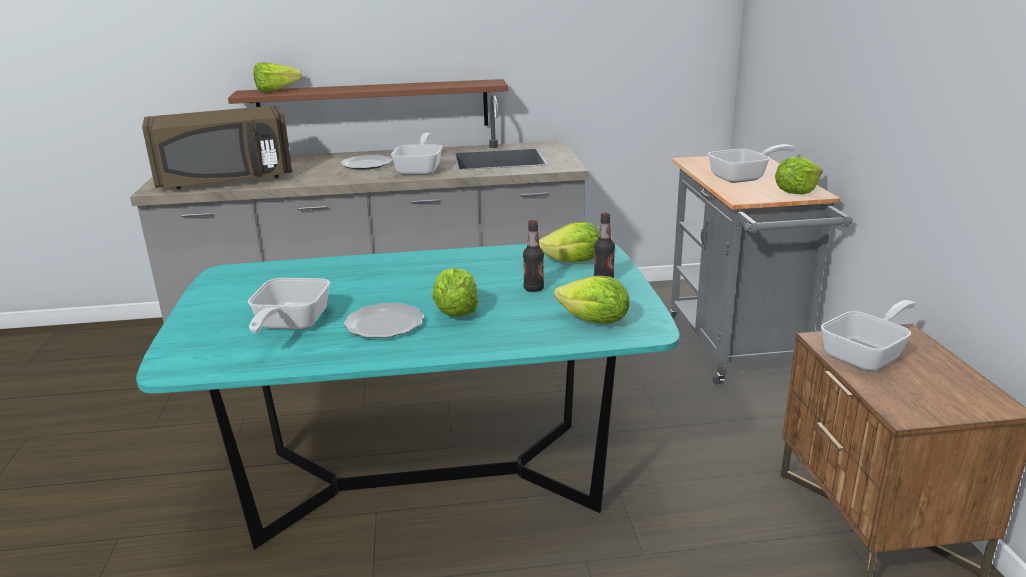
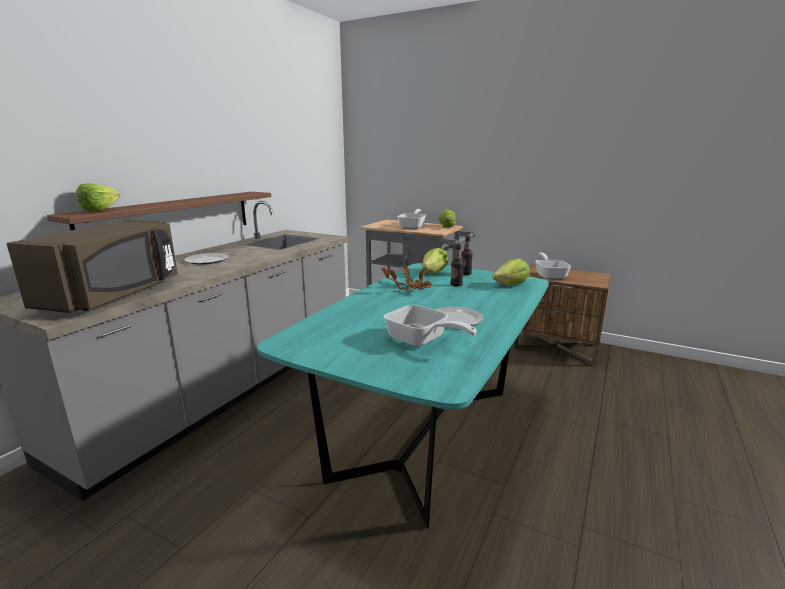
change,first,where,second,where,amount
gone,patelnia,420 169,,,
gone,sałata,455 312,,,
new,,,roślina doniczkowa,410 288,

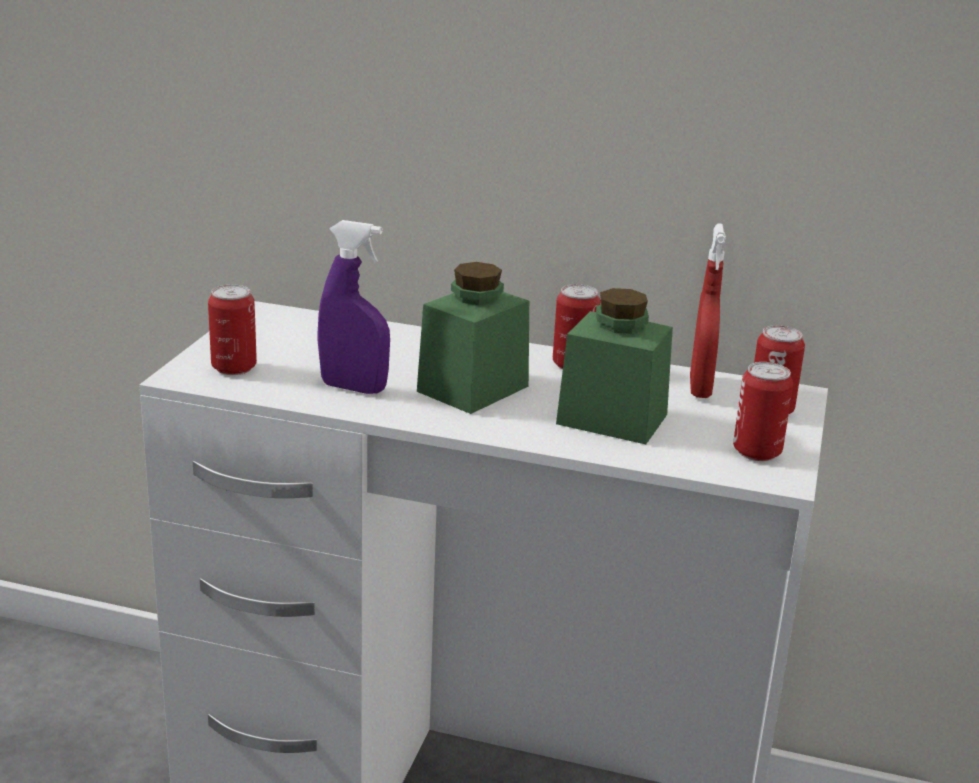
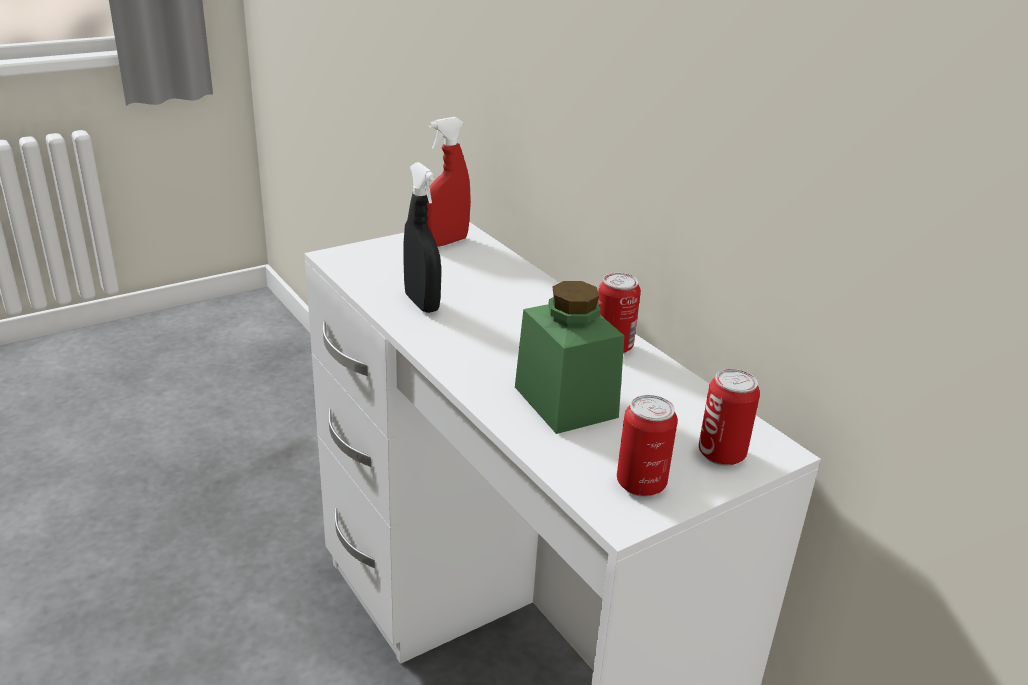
change,first,where,second,where,amount
gone,puszka,234 368,,,
repainted,spryskiwacz/fioletowy,353 388,spryskiwacz/czarny,422 303,
gone,słoik/zielony,473 389,,,
shifted,spryskiwacz/czerwony,700 388,,446 242,

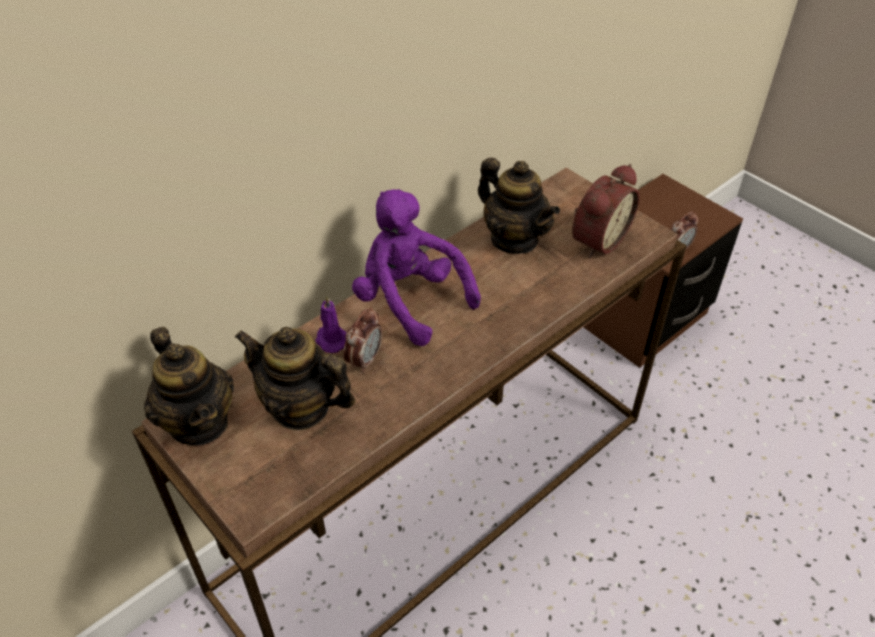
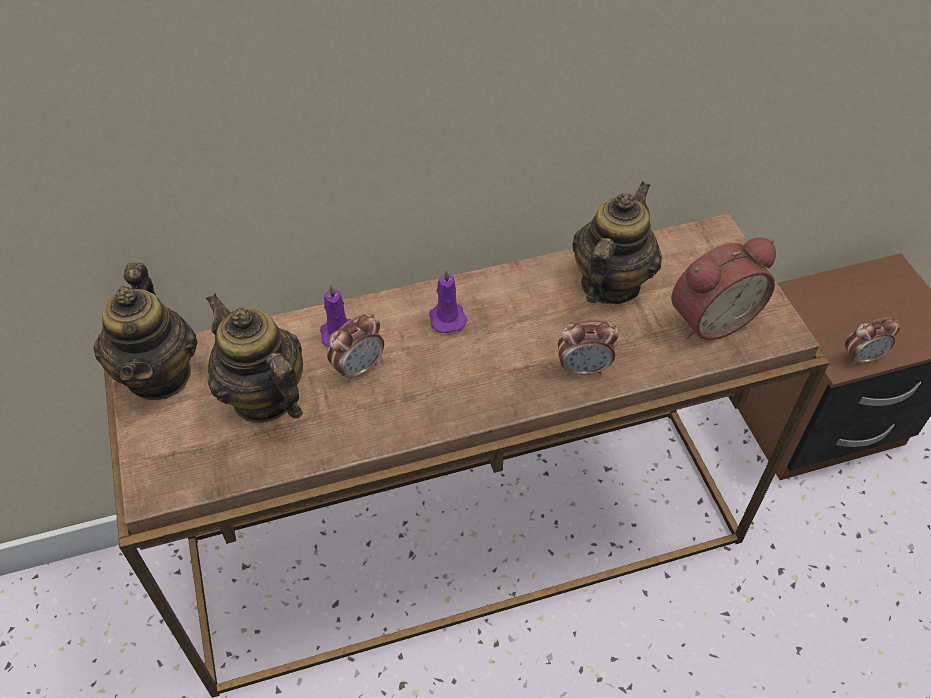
change,first,where,second,where,amount
swapped,pluszak/fioletowy,409 300,świeca/fioletowy,447 317,
rotated,imbryk,514 239,,609 284,135 degrees counterclockwise
new,,,budzik,583 369,

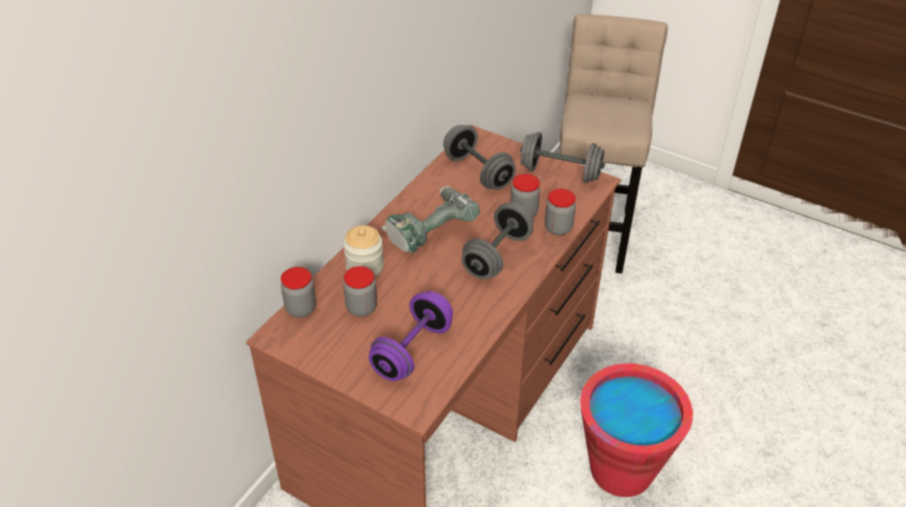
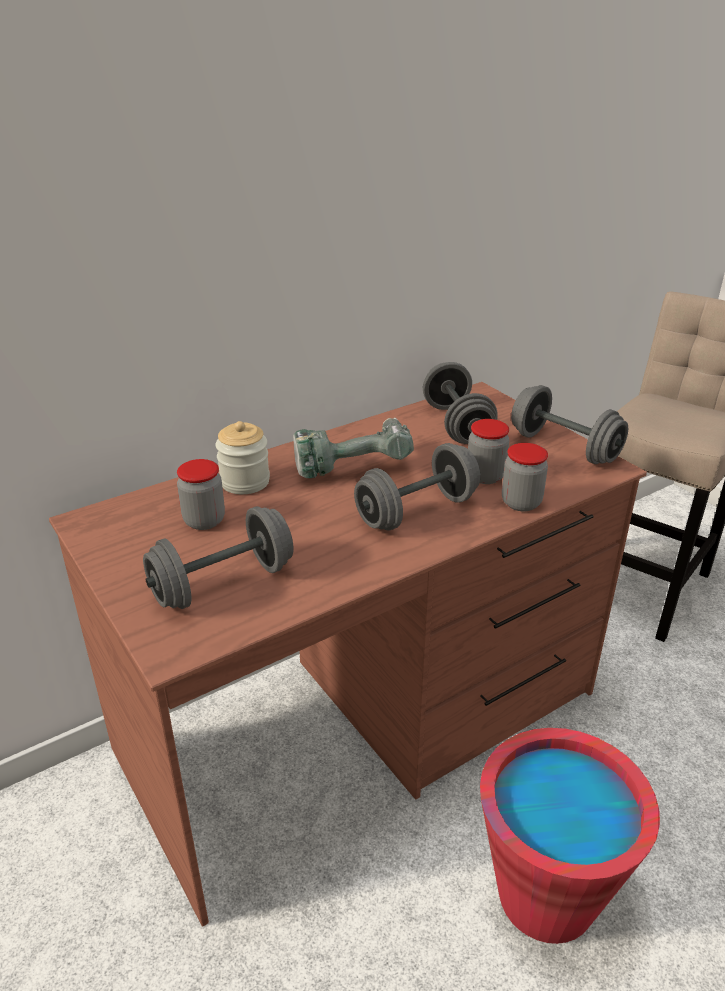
change,first,where,second,where,amount
gone,słoik,301 309,,,
repainted,hantel/fioletowy,412 351,hantel/szary,223 583,

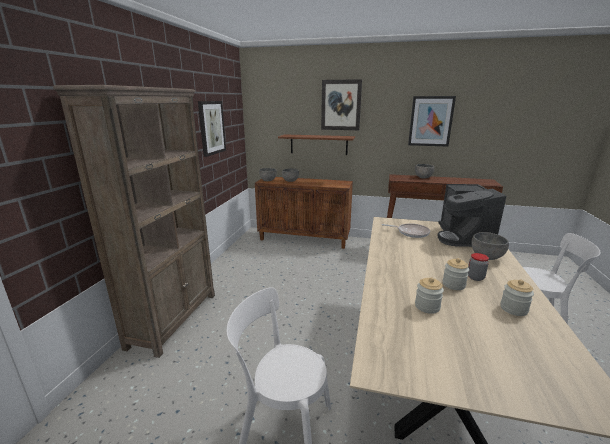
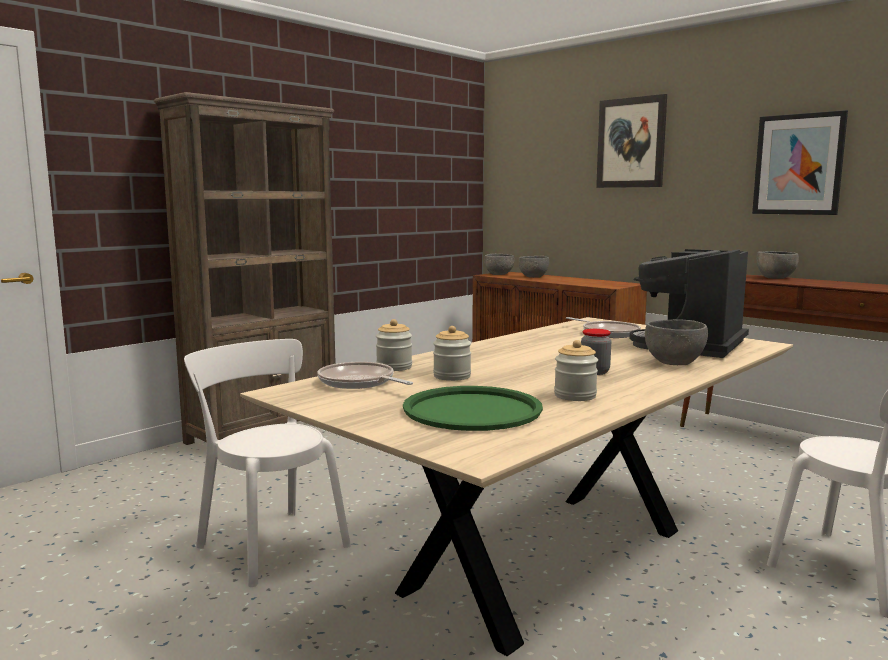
change,first,where,second,where,amount
gone,obraz,211 128,,,
gone,półka/brązowy,318 144,,,
shifted,słoik,453 285,,394 367,
new,,,patelnia,359 382,
new,,,taca/zielony,472 410,

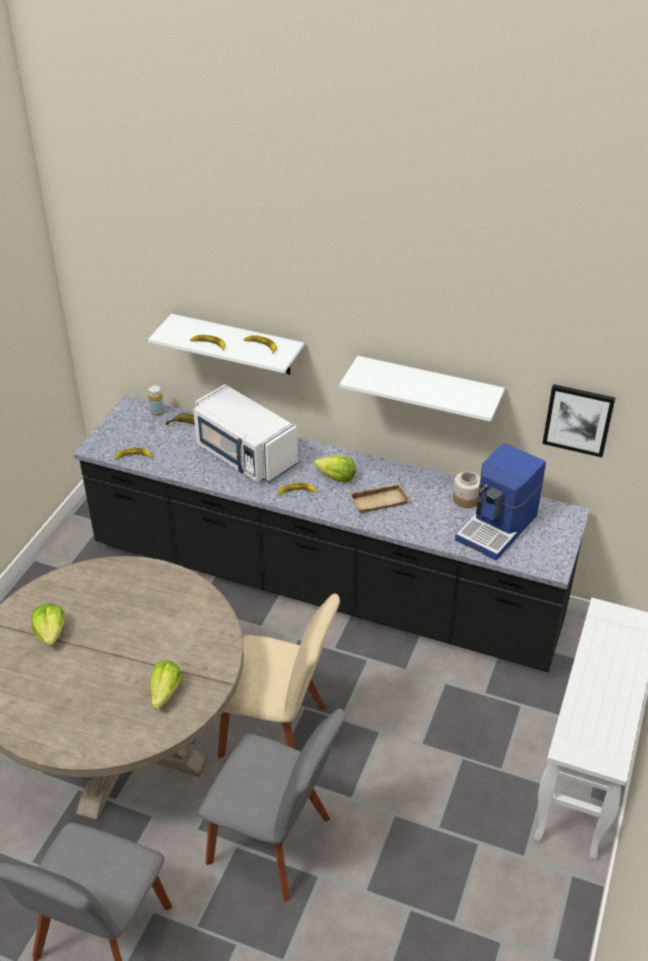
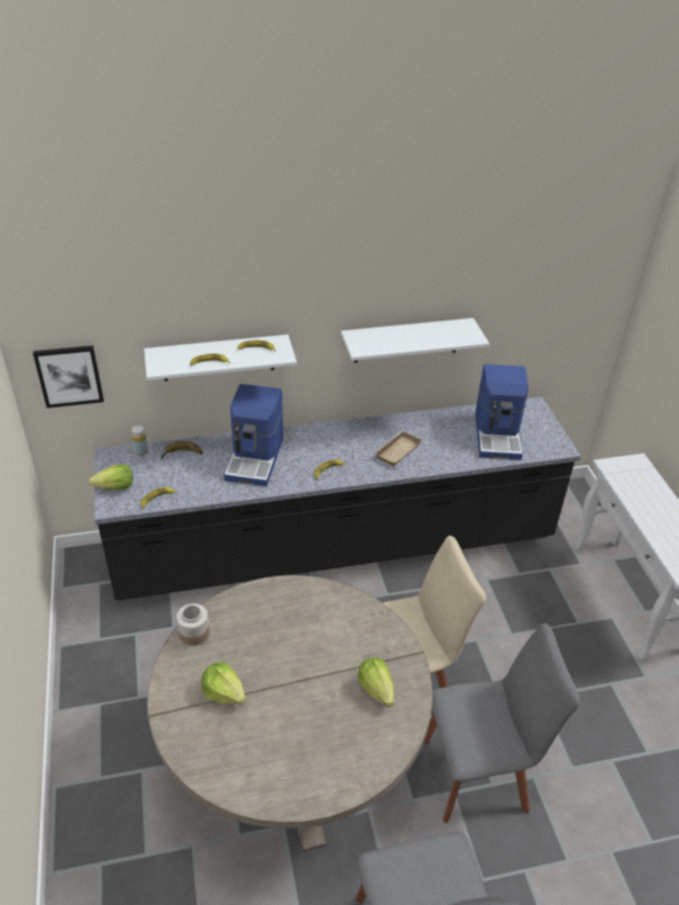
change,first,where,second,where,amount
swapped,mikrofalówka/biały,244 456,ekspres do kawy,256 458,
shifted,sałata,336 478,,115 487,
shifted,słoik,466 499,,194 633,
shifted,obraz,578 419,,69 375,

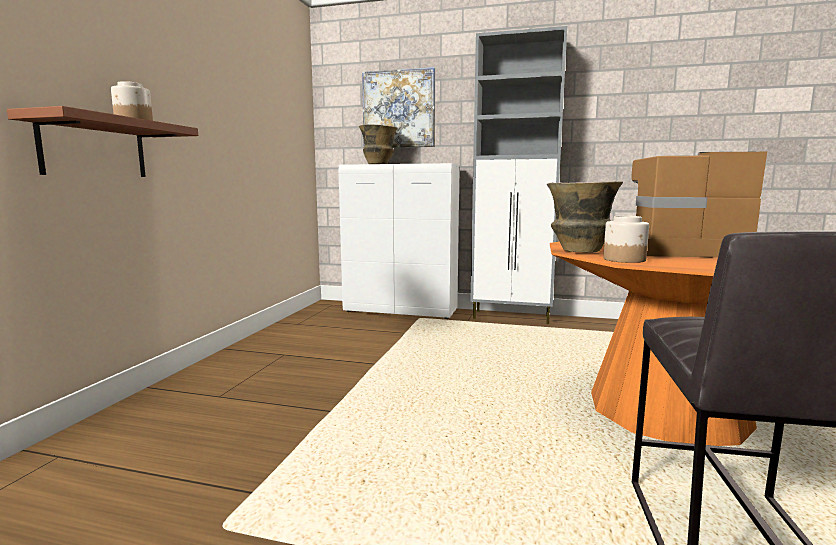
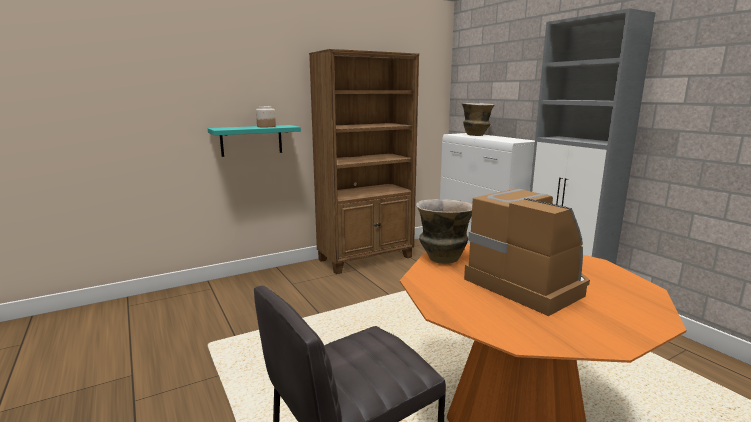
change,first,where,second,where,amount
repainted,półka/brązowy,94 148,półka/turkusowy,251 140,
gone,obraz,399 109,,,
gone,słoik,624 259,,,
new,,,regał/brązowy,366 258,

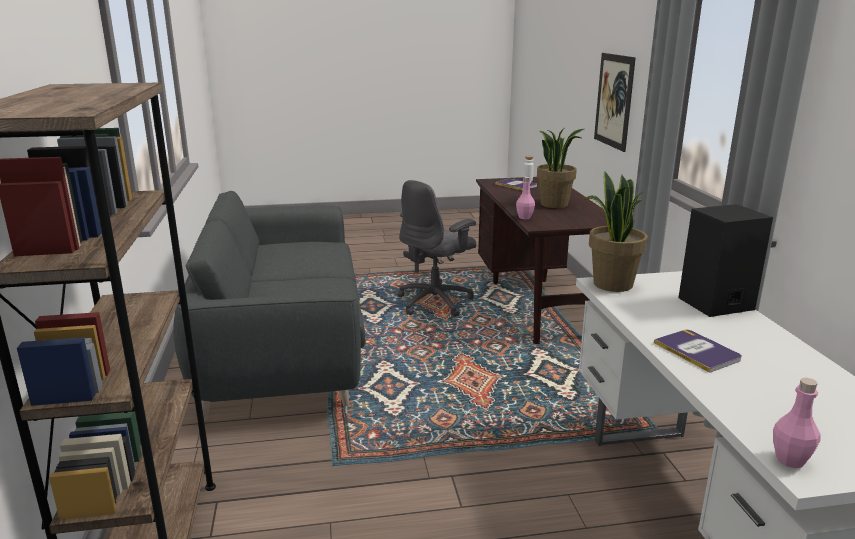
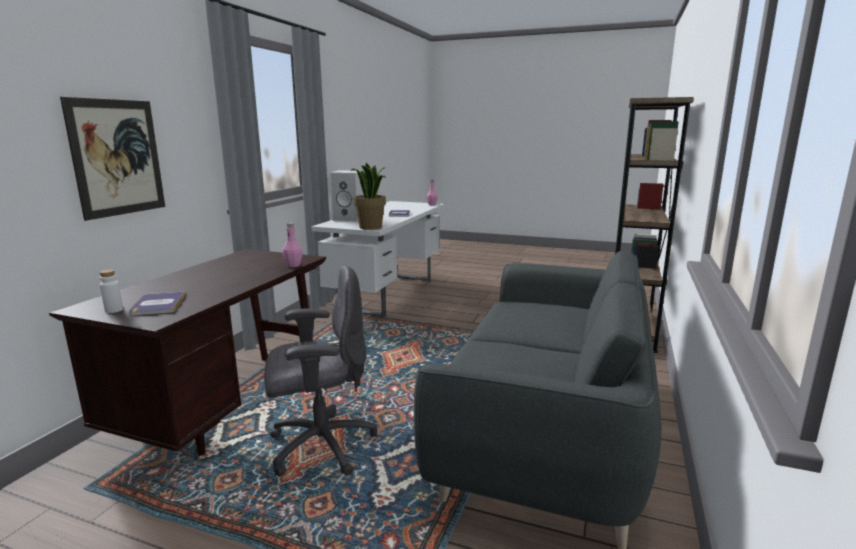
change,first,where,second,where,amount
gone,roślina doniczkowa,554 204,,,
repainted,głośnik/czarny,715 304,głośnik/biały,350 219,

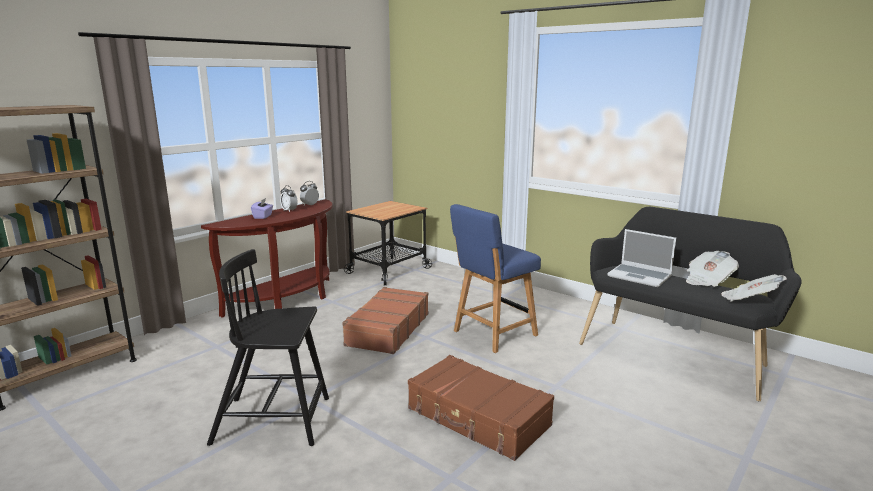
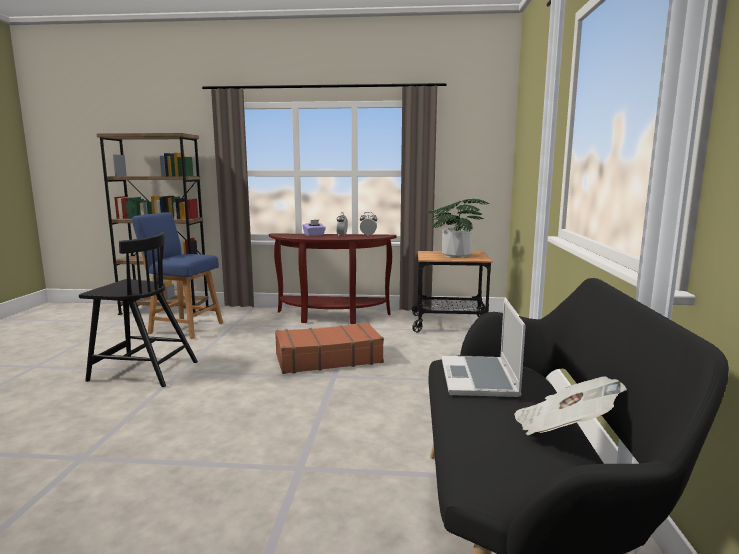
change,first,where,second,where,amount
rotated,krzesło/czarny,274 420,,142 371,135 degrees clockwise
gone,walizka/brązowy,478 418,,,
shifted,krzesło/niebieski,492 334,,183 328,
gone,gazeta,749 301,,,
new,,,roślina doniczkowa,456 256,

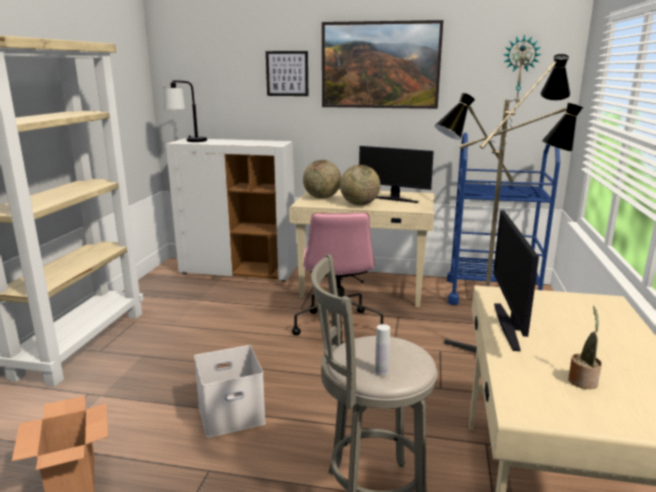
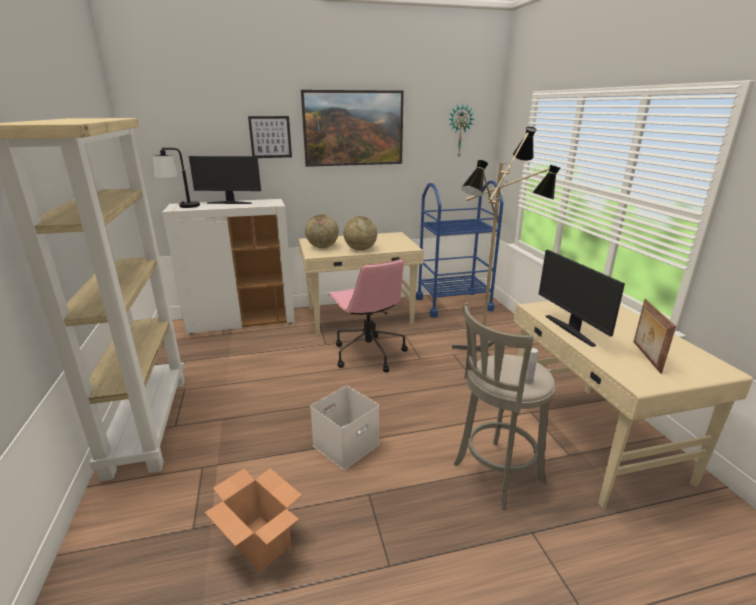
change,first,where,second,where,amount
shifted,monitor,394 199,,229 203,
swapped,roślina doniczkowa,582 380,ramka na zdjęcie,645 356,

